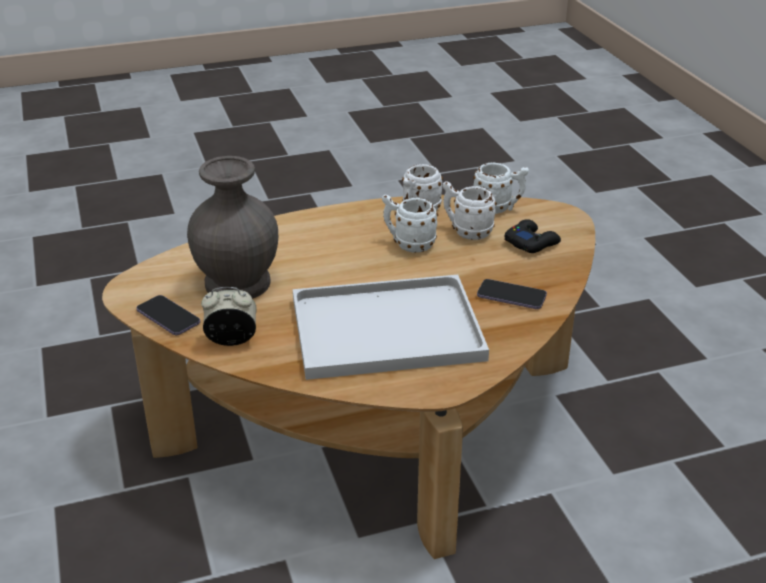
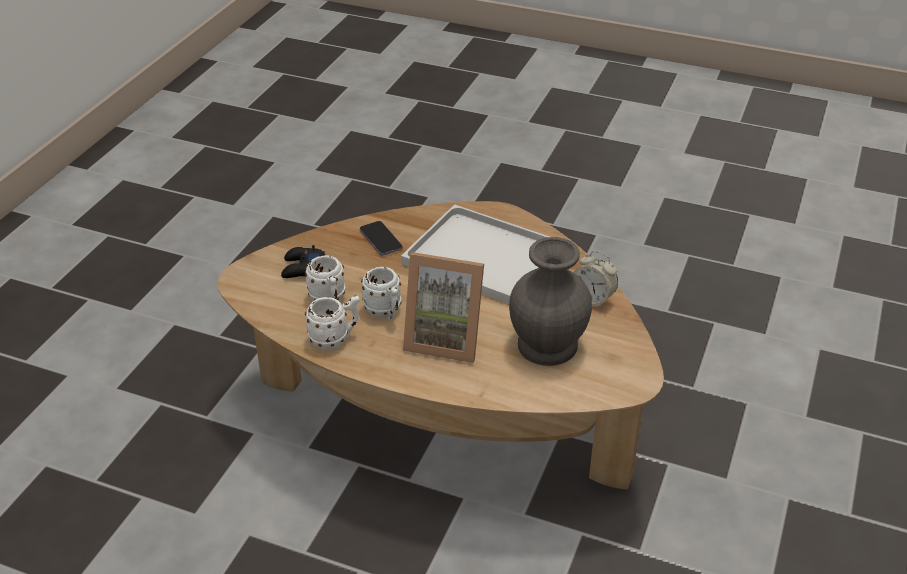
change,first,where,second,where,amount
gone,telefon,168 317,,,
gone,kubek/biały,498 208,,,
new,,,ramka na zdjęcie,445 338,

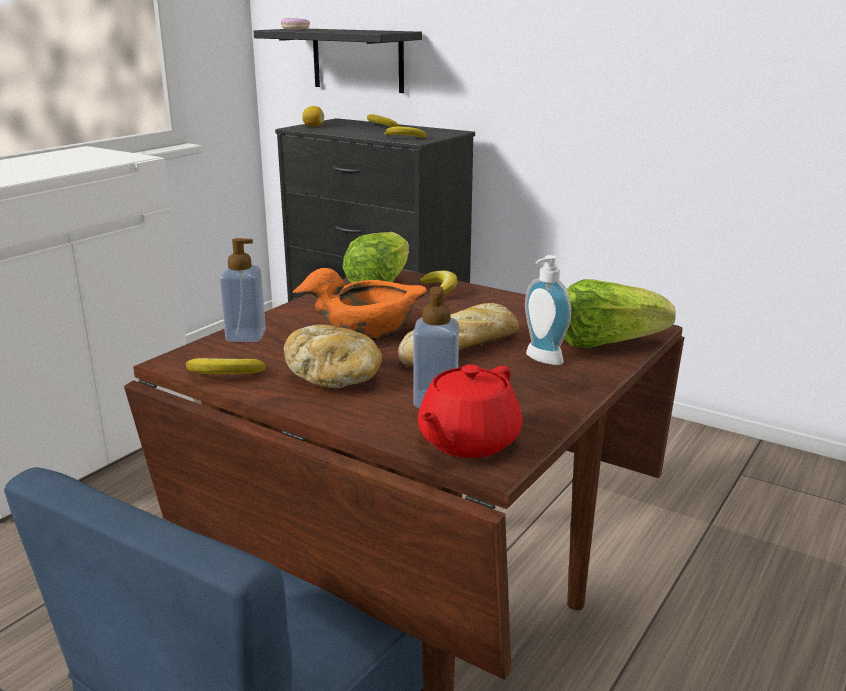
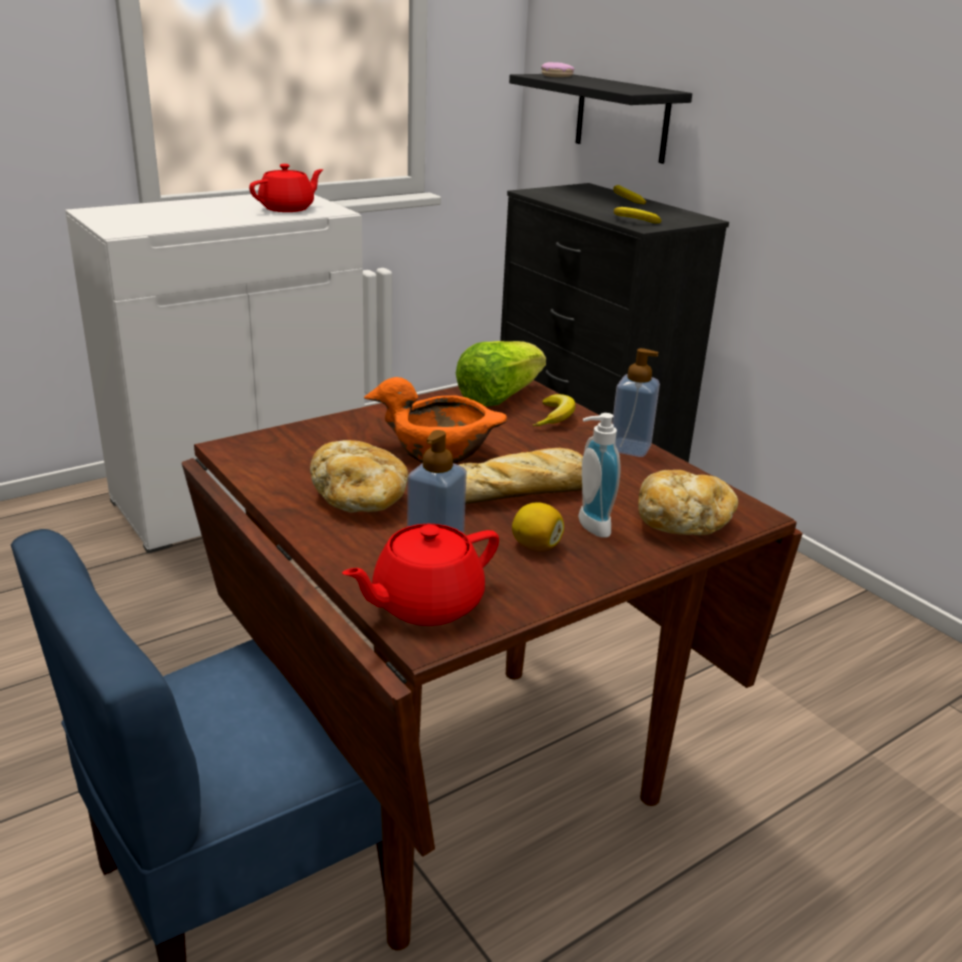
change,first,where,second,where,amount
gone,banan,223 375,,,
shifted,dozownik mydła,246 336,,630 448,
shifted,cytryna,313 126,,536 546,
swapped,sałata,606 343,chleb,682 523,
new,,,imbryk/czerwony,288 208,

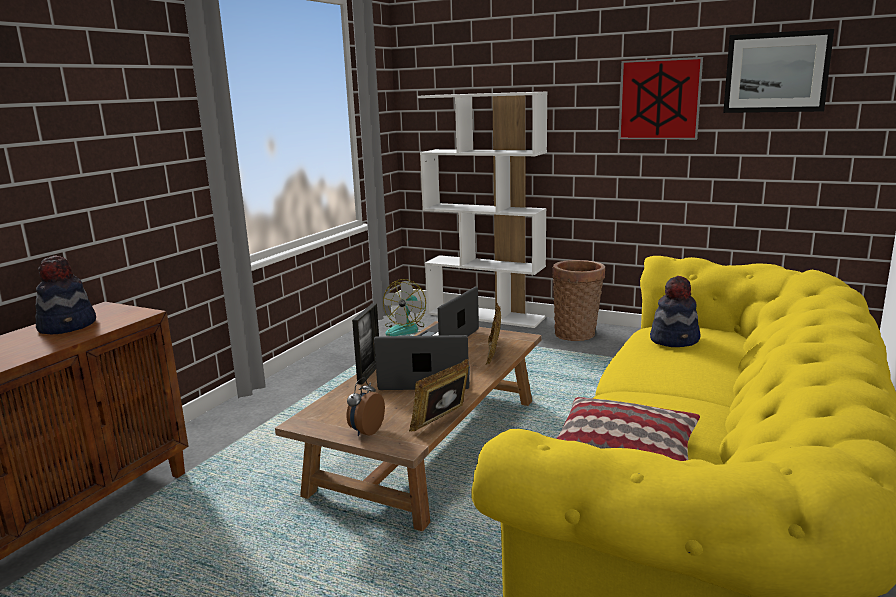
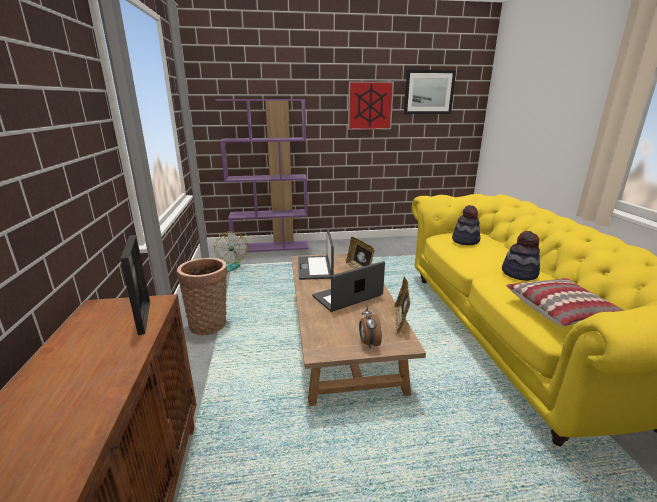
change,first,where,second,where,amount
shifted,kapelusz,68 326,,519 273,
shifted,ramka na zdjęcie,369 373,,144 317,
repainted,regał/biały,486 315,regał/fioletowy,271 246,
shifted,koszyk,577 333,,209 323,

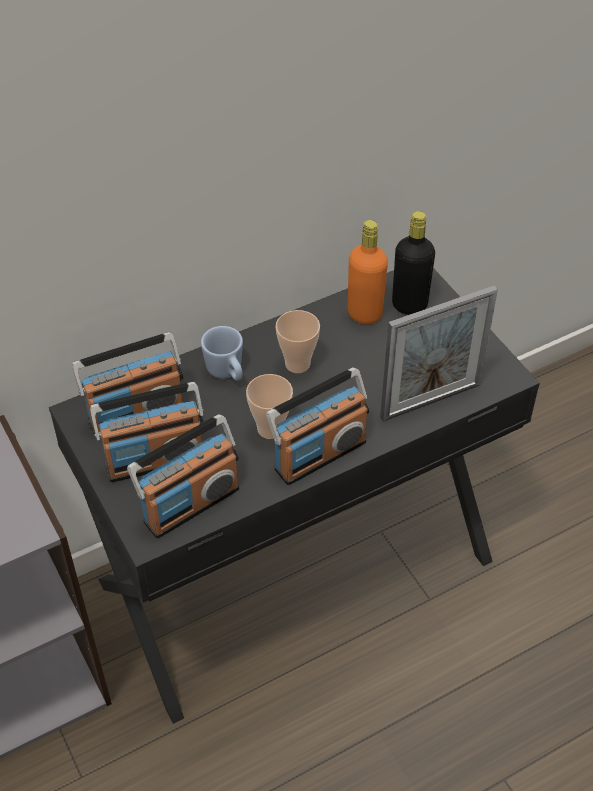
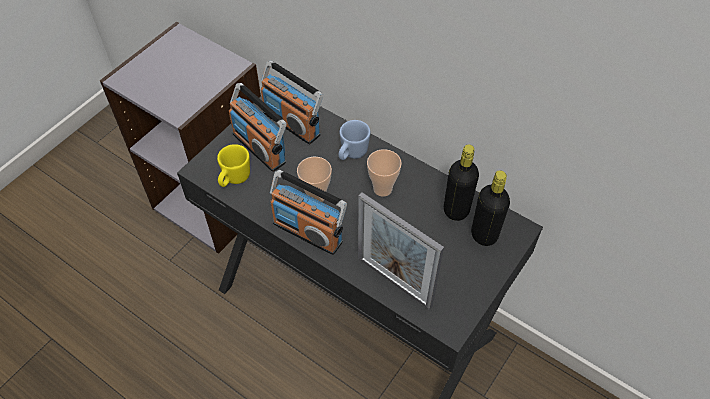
change,first,where,second,where,amount
swapped,radio,190 504,kubek/żółty,234 179,
repainted,butelka/pomarańczowy,364 314,butelka/czarny,456 210,

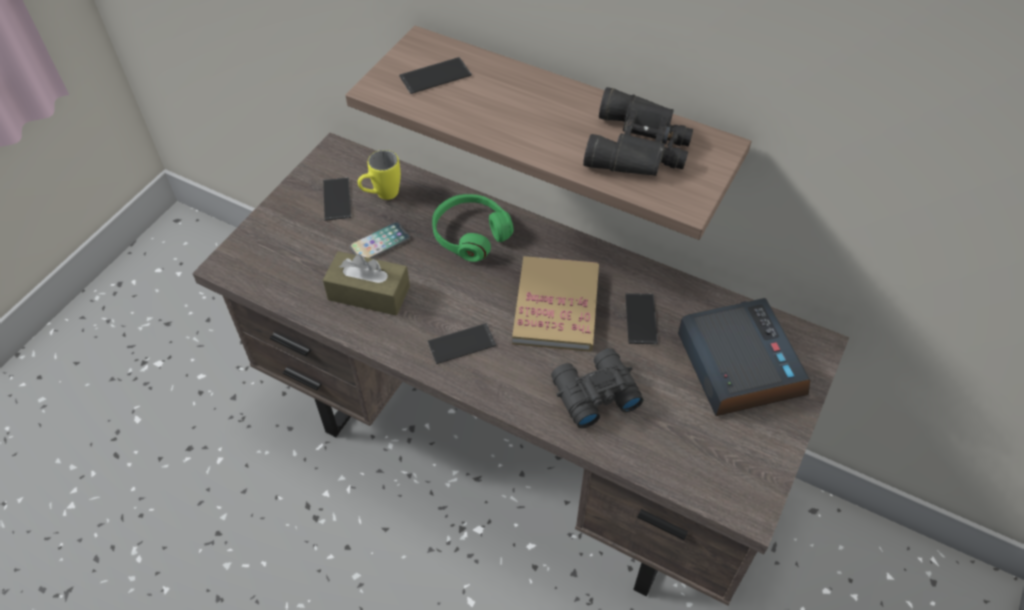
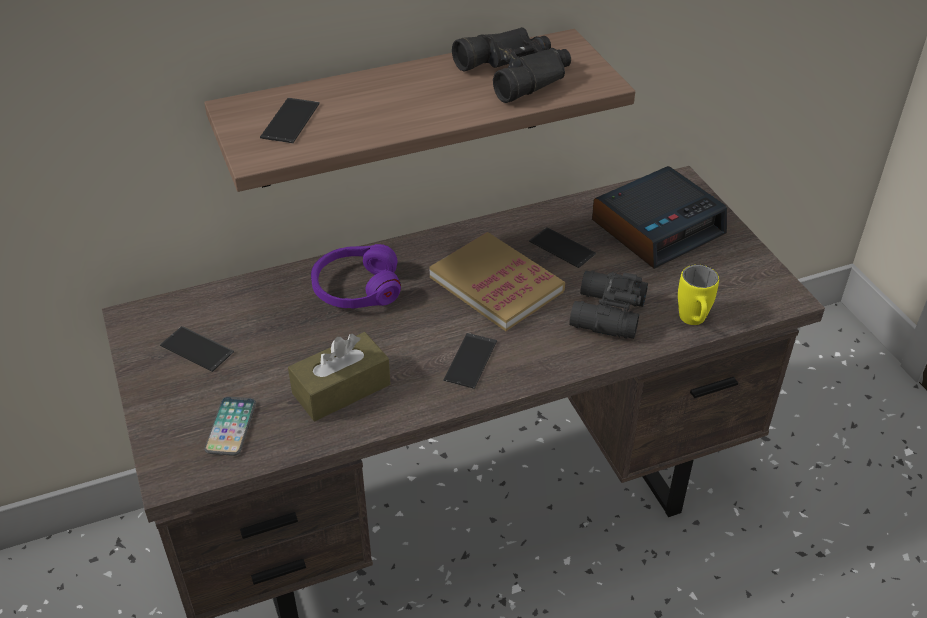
change,first,where,second,where,amount
shifted,telefon,380 243,,231 427,
shifted,kubek/żółty,381 195,,693 322,
repainted,słuchawki/zielony,470 234,słuchawki/fioletowy,356 288,
rotated,budzik,738 364,,657 227,120 degrees clockwise

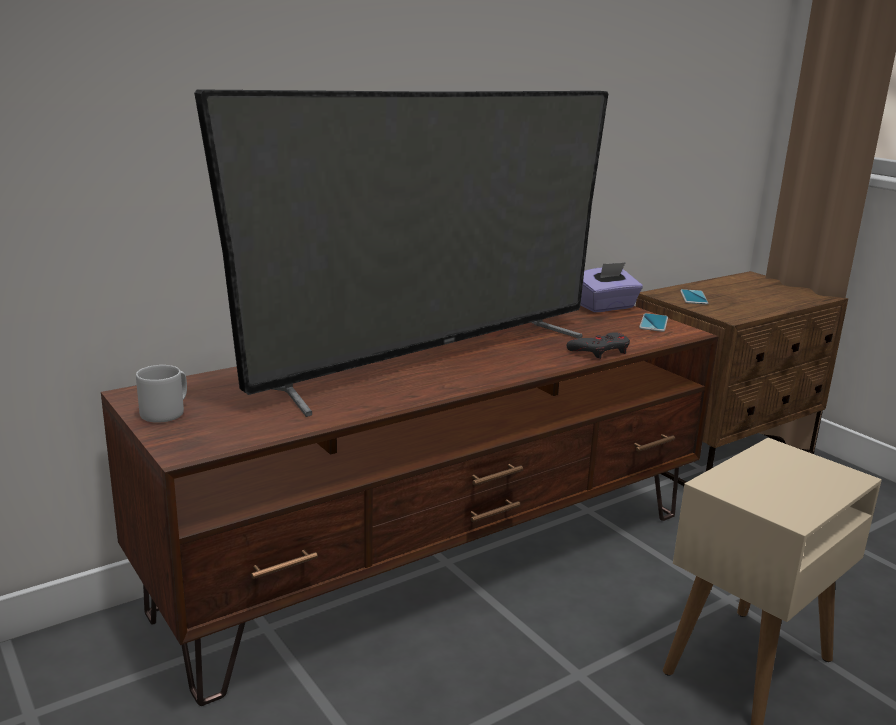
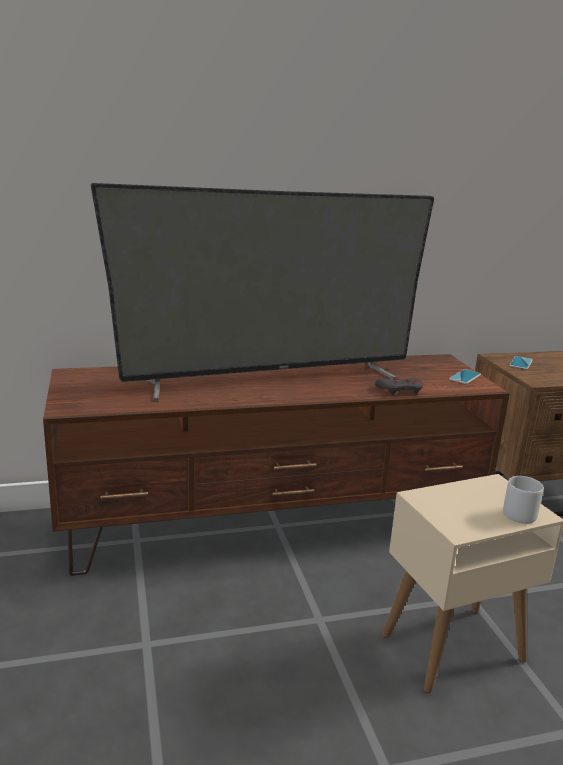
change,first,where,second,where,amount
shifted,kubek/szary,166 412,,522 513,
gone,pudełko chusteczek/fioletowy,606 307,,,

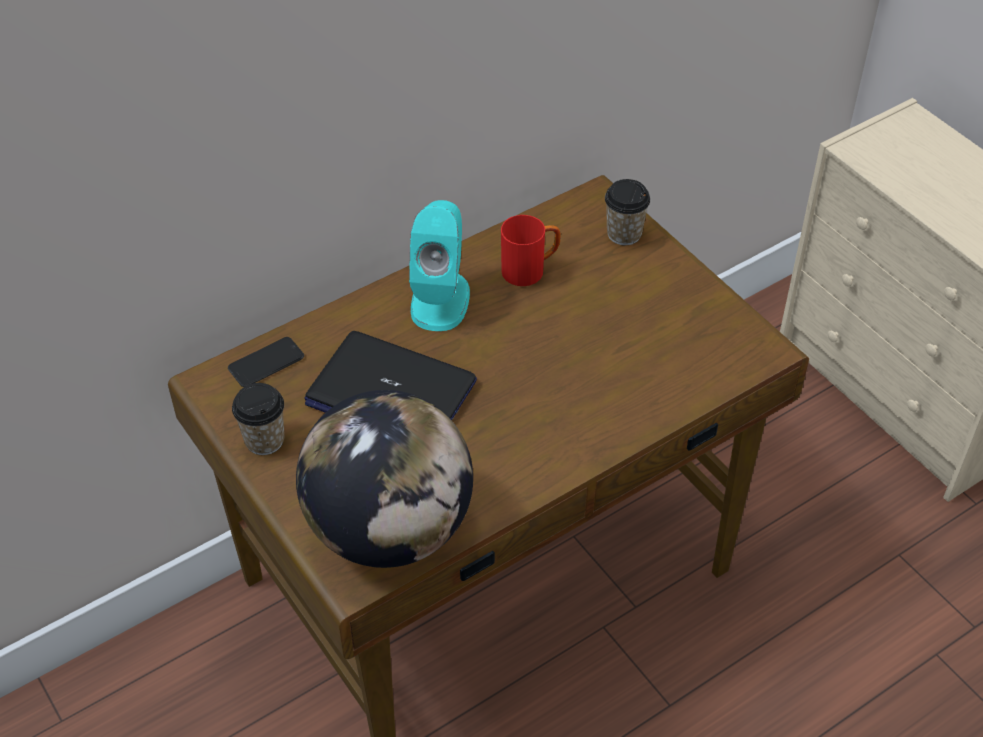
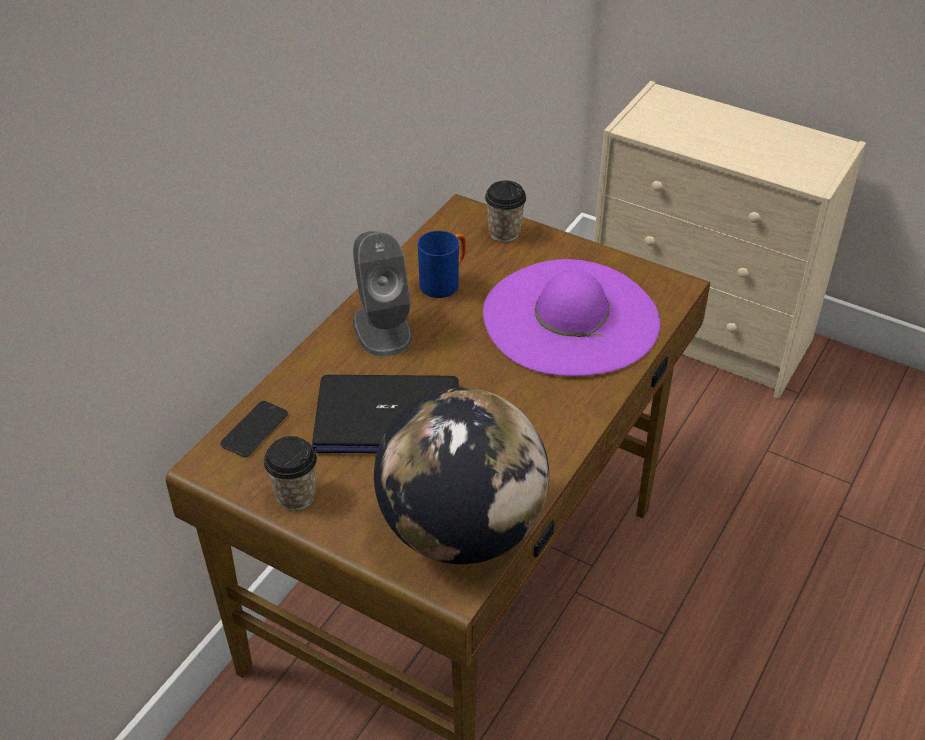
change,first,where,second,where,amount
repainted,głośnik/turkusowy,440 300,głośnik/szary,382 329,
repainted,kubek/czerwony,530 270,kubek/niebieski,445 282,
new,,,kapelusz/fioletowy,570 317,

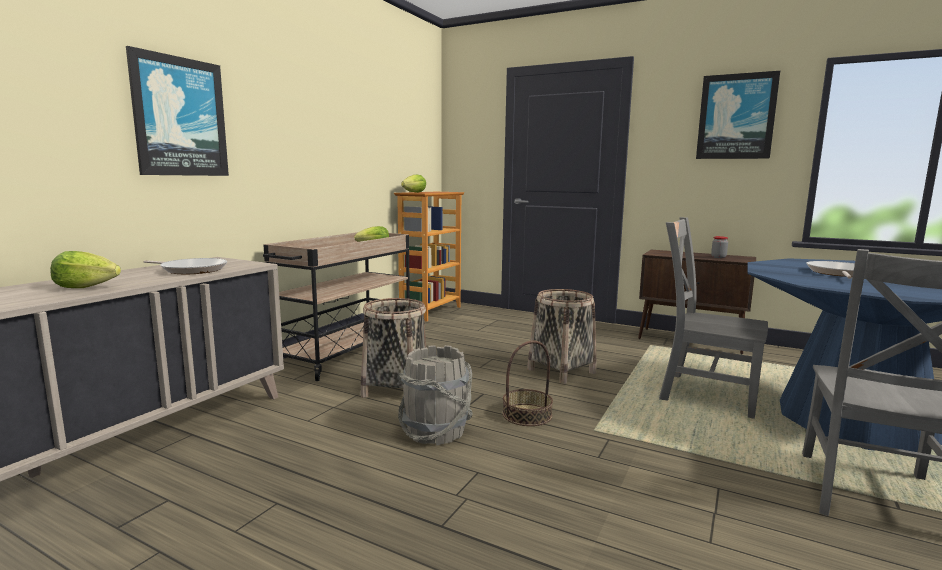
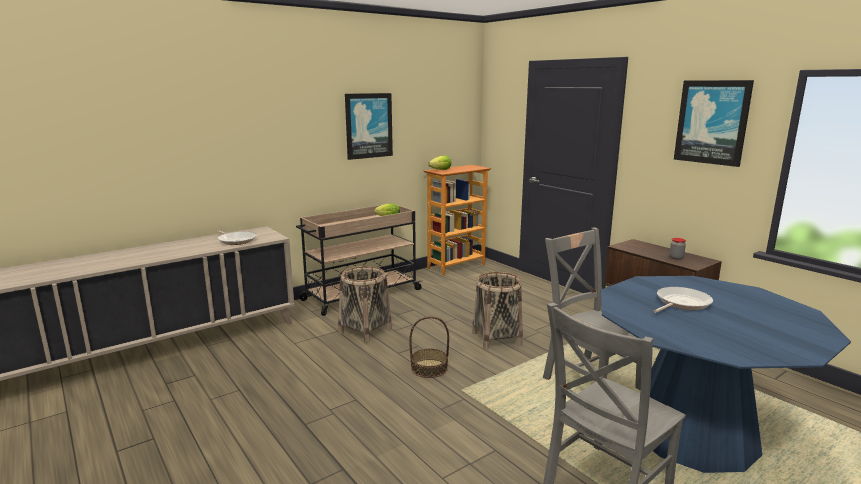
change,first,where,second,where,amount
gone,sałata,86 287,,,
shifted,obraz,180 117,,368 125,
gone,wiadro/szary,435 431,,,

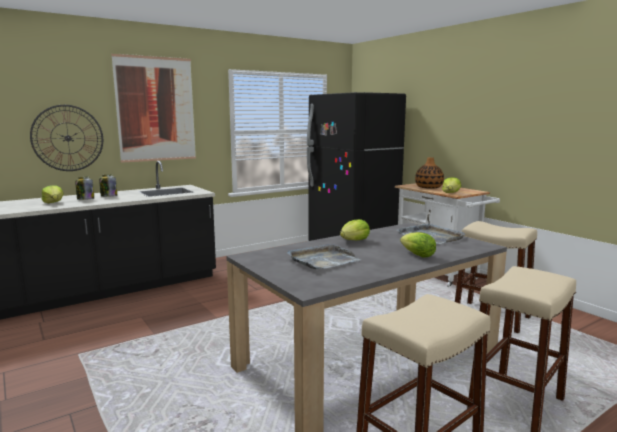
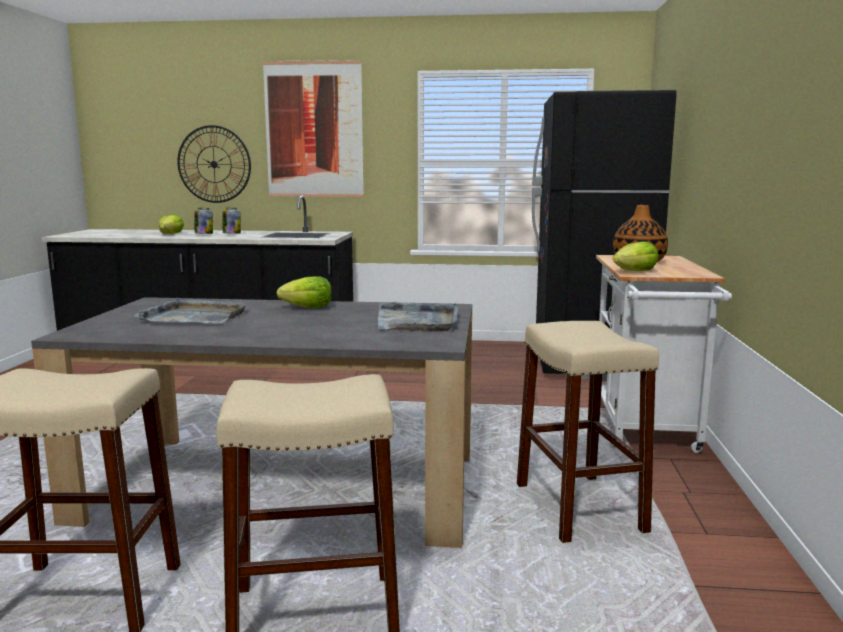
change,first,where,second,where,amount
gone,sałata,418 255,,,

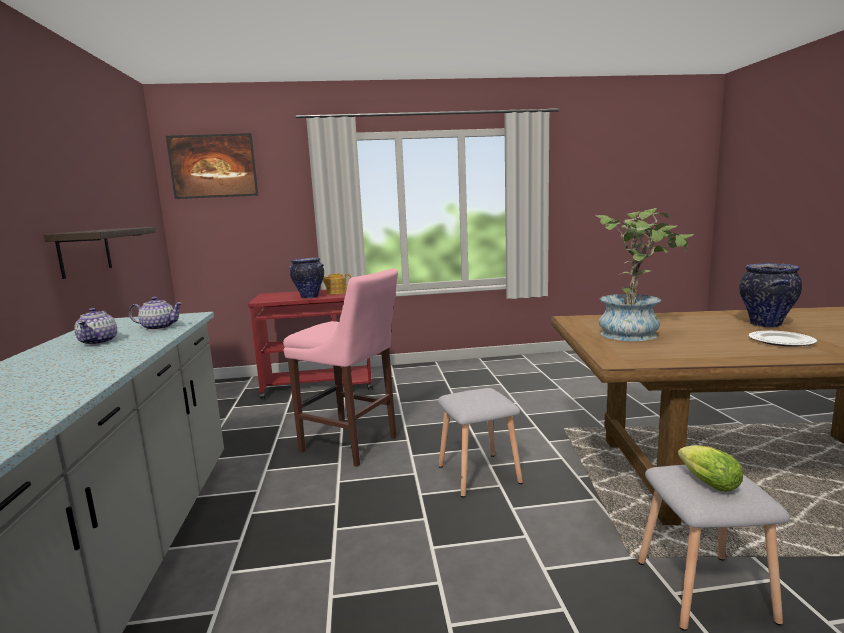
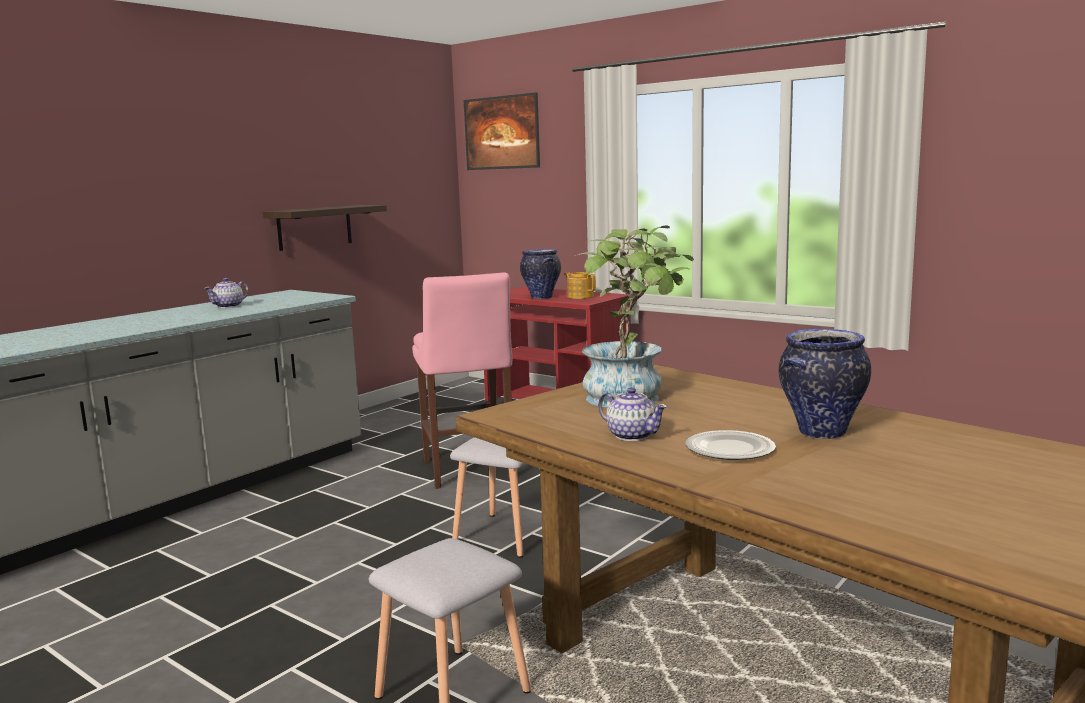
change,first,where,second,where,amount
shifted,imbryk,158 327,,632 435,
gone,sałata,705 482,,,

